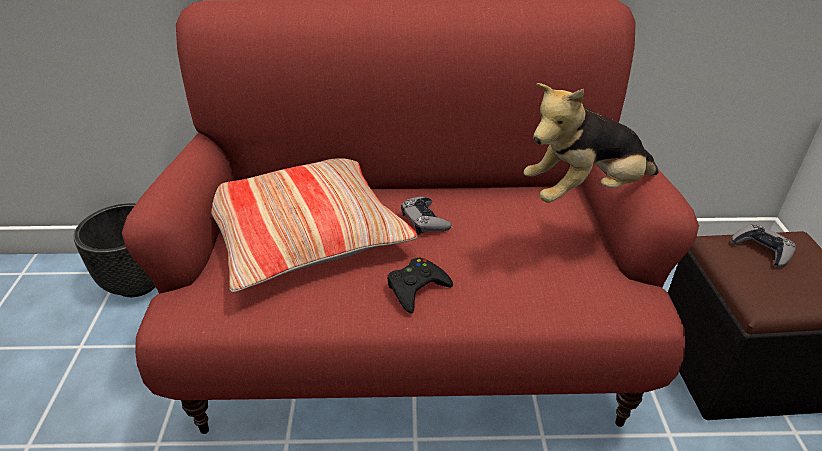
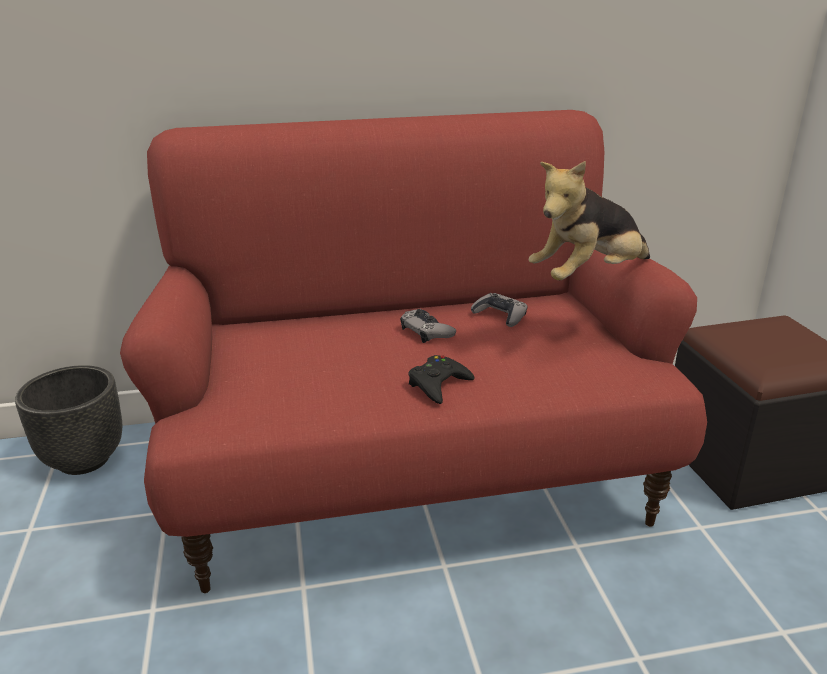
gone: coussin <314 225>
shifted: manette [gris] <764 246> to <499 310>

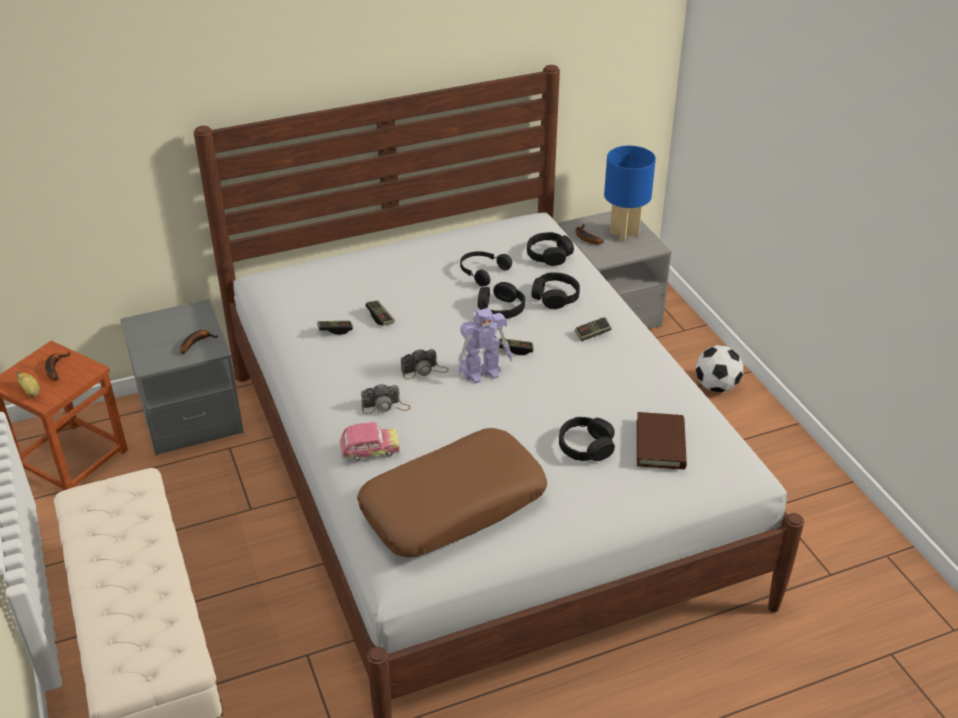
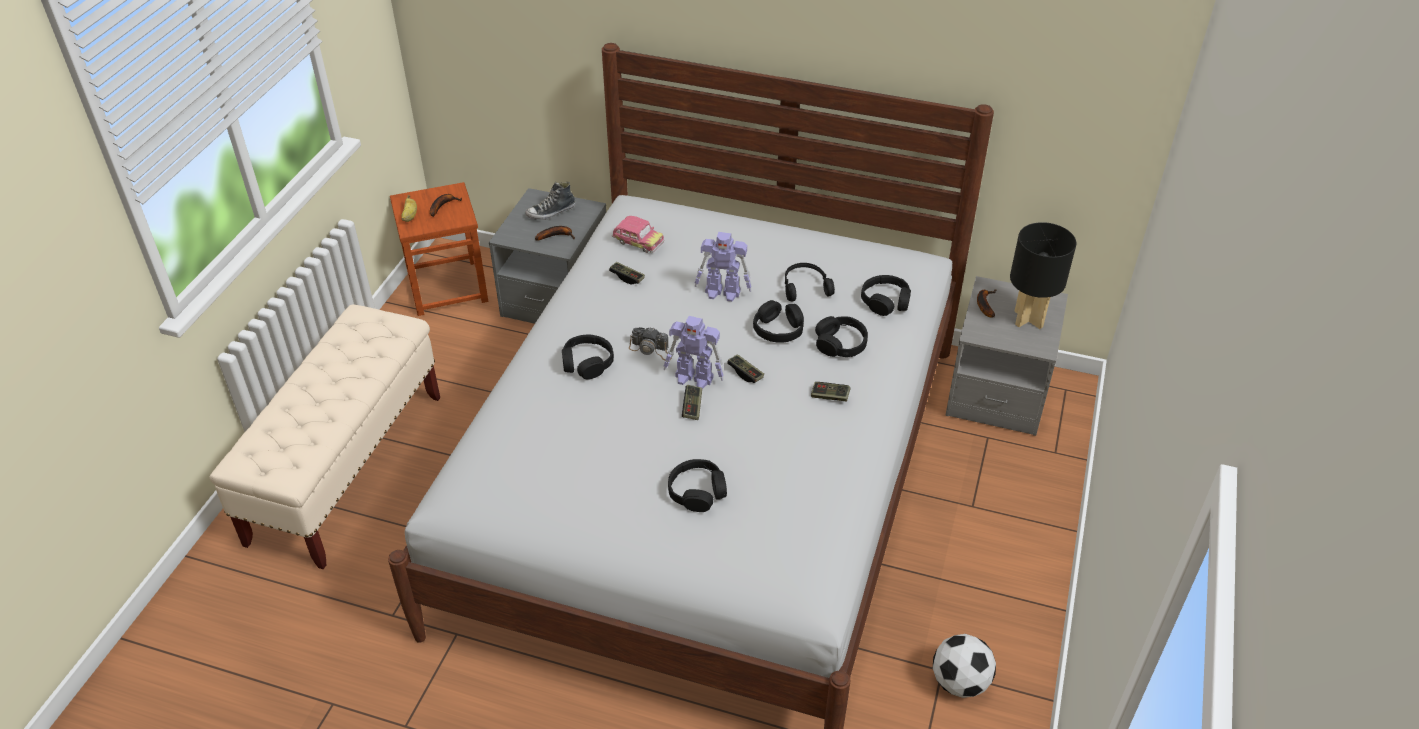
gone: coussin [marron] <452 492>; livre [marron] <662 440>
new: chaussure <550 201>; robot jouet <723 267>
shifted: petite voiture <370 441> to <638 234>; manette <380 313> to <692 402>; ballon de foot <719 369> to <964 666>
swapped: appareil photo <385 398> to casque audio [noir] <588 357>
repainted: lampe de table [bleu] <630 194> to lampe de table [noir] <1043 275>

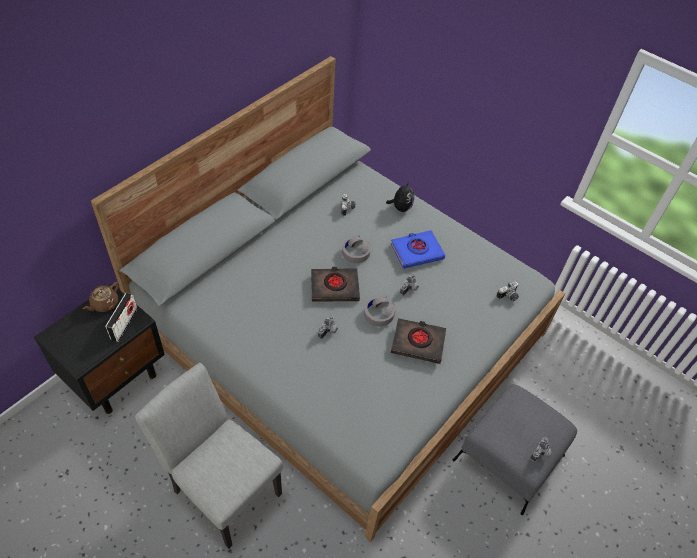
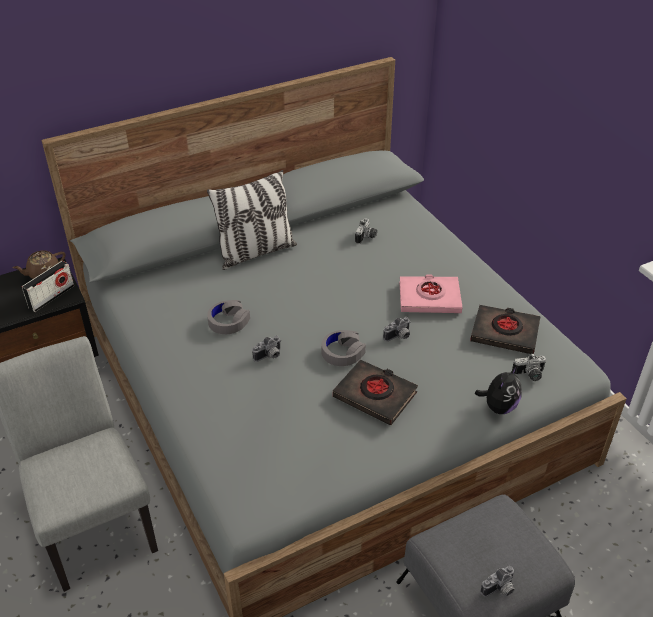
new: coussin <252 220>
shifted: livre [noir] <335 284> to <505 329>; casque audio [gris] <356 249> to <228 317>; peluche <400 196> to <498 390>
repainted: livre [bleu] <418 249> to livre [rose] <430 293>

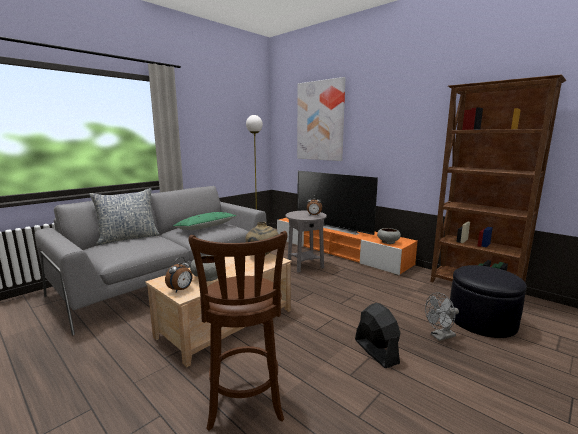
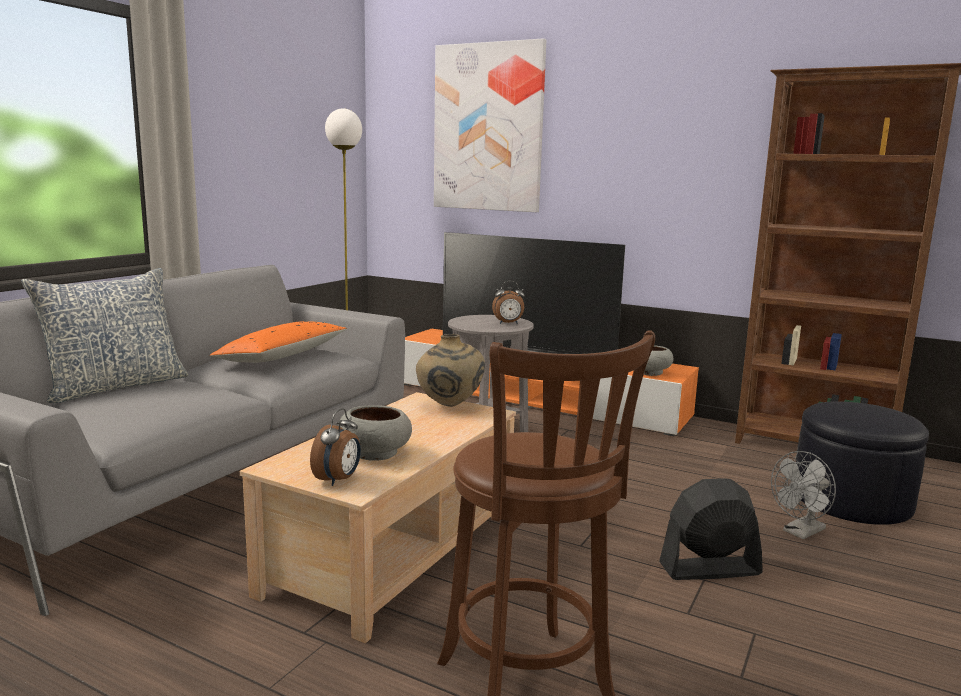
repainted: coussin [vert] <205 221> to coussin [orange] <278 342>
rotated: ventilateur [noir] <377 335> = <711 529> 60 degrees counterclockwise

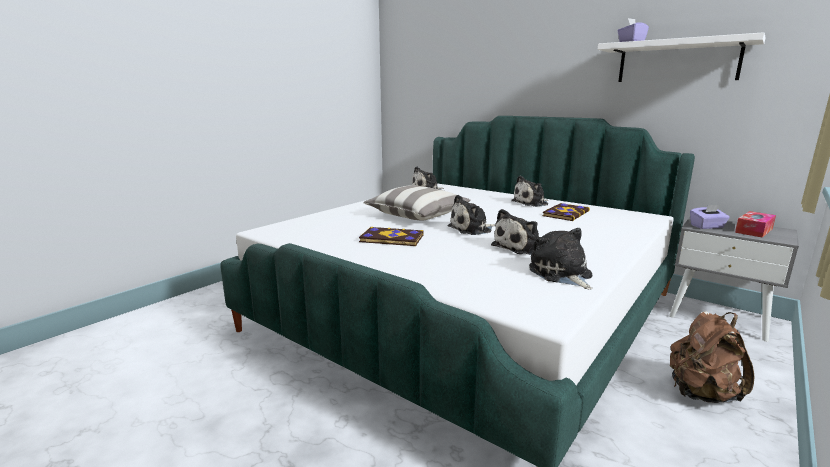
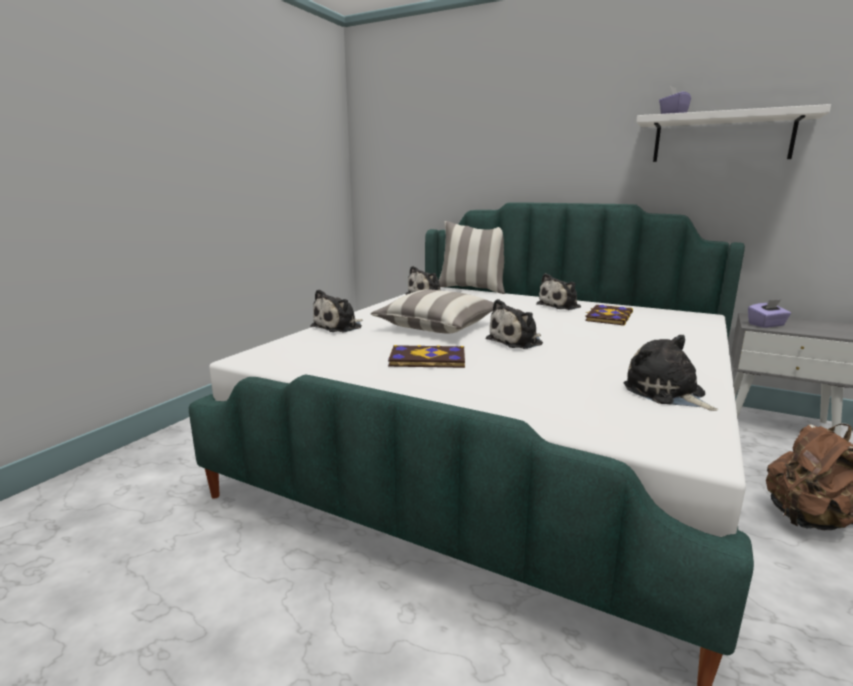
gone: boîte à mouchoirs <755 224>
new: coussin <472 257>
shifted: peluche <515 232> to <336 311>

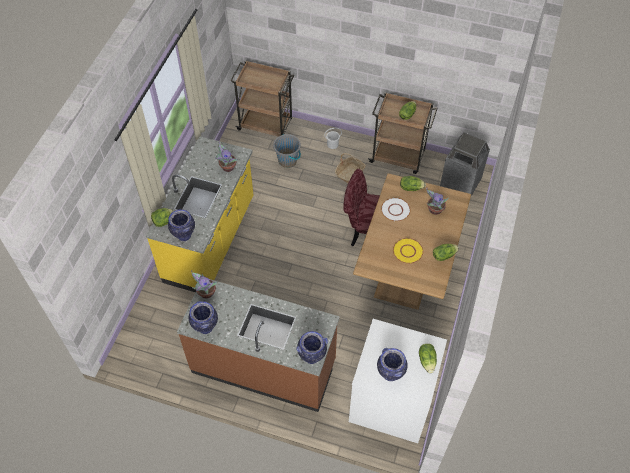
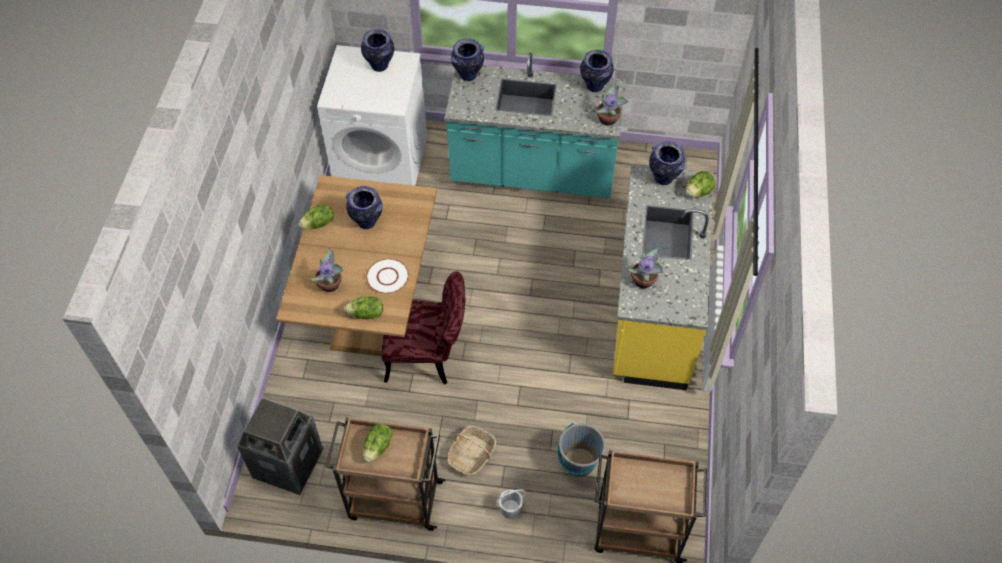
gone: laitue <428 358>
swapped: assiette [jaune] <408 251> to vase <364 207>
repainted: comptoir de cuisine [marron] <258 345> to comptoir de cuisine [turquoise] <535 125>

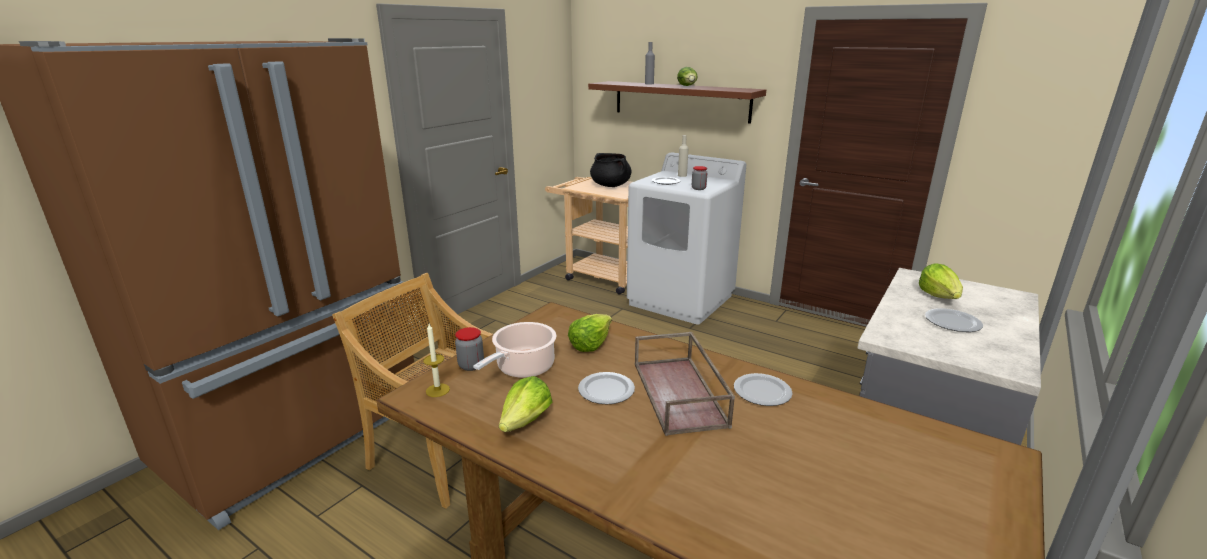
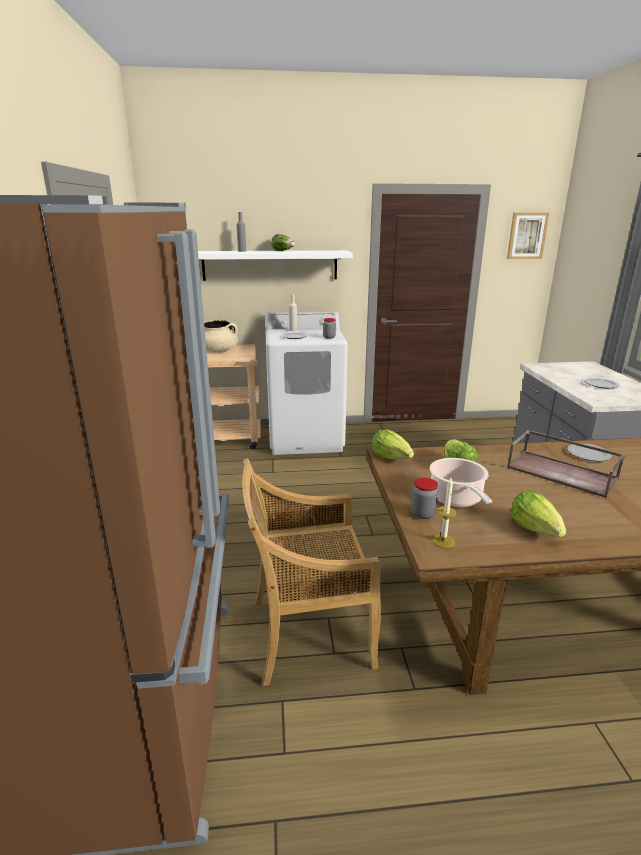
gone: assiette <606 388>
new: tableau <528 236>
shifted: laitue <941 281> to <393 444>
repainted: étagère [marron] <677 102> to étagère [blanc] <275 265>; marmite [noir] <611 170> to marmite [beige] <221 336>

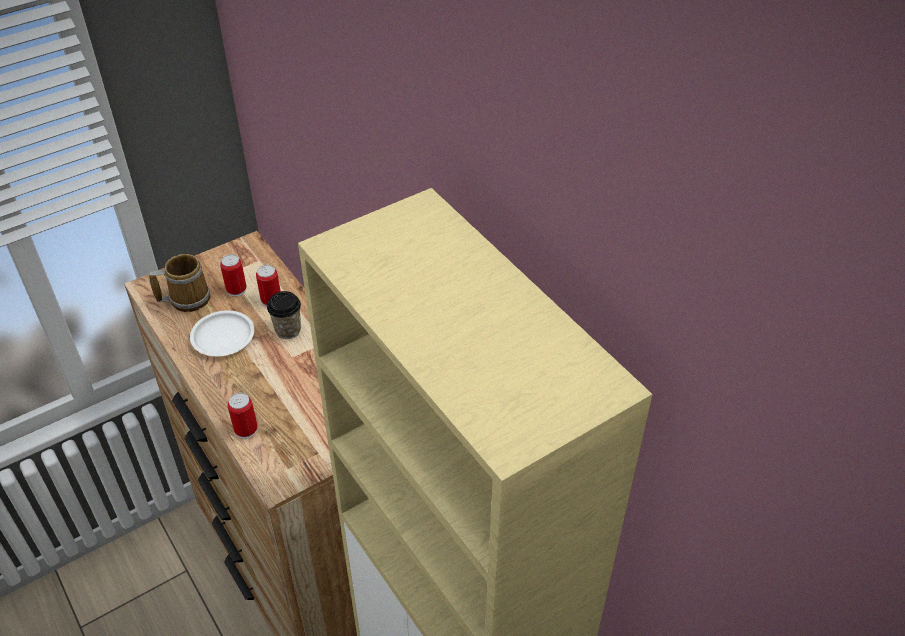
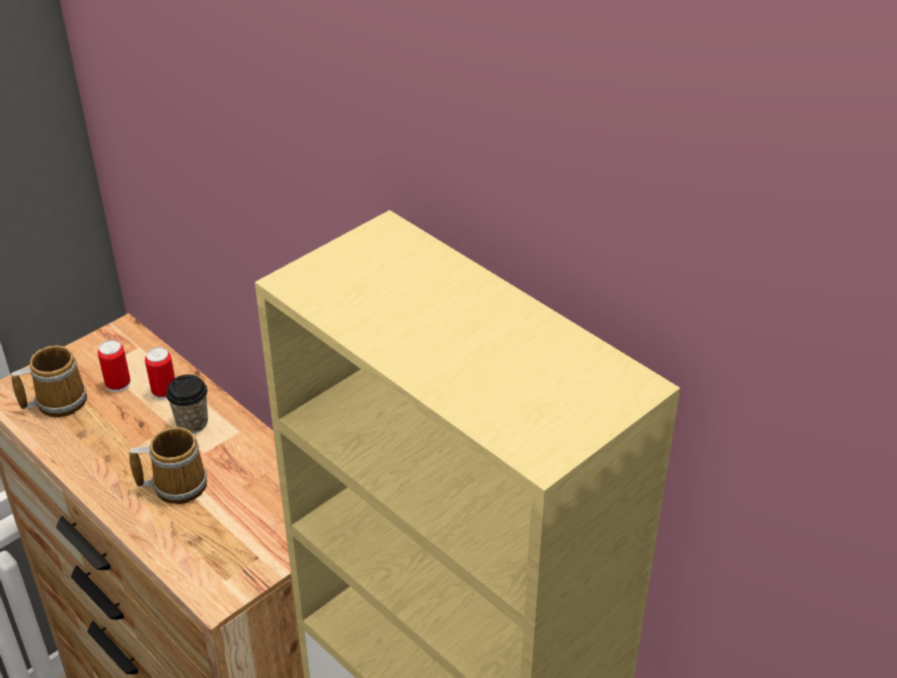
gone: assiette [blanc] <222 334>; boîte métallique <243 416>
new: mug <168 465>

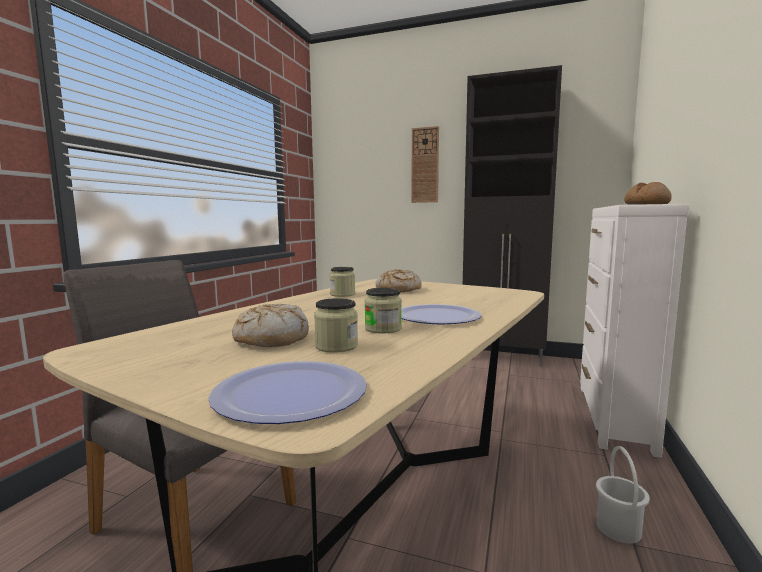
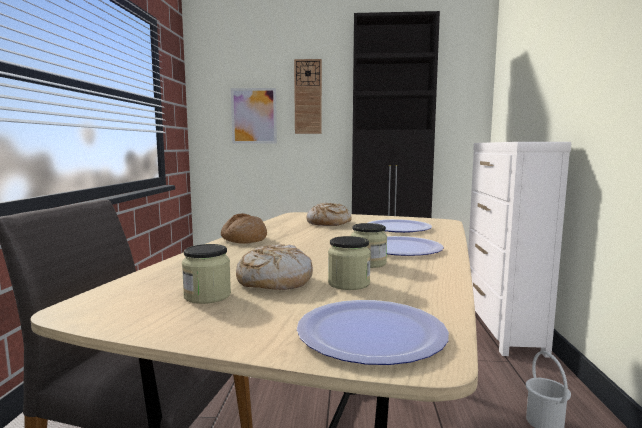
new: tableau <254 116>; assiette <400 226>
shifted: bocal <342 282> to <206 274>; pain <648 193> to <244 228>

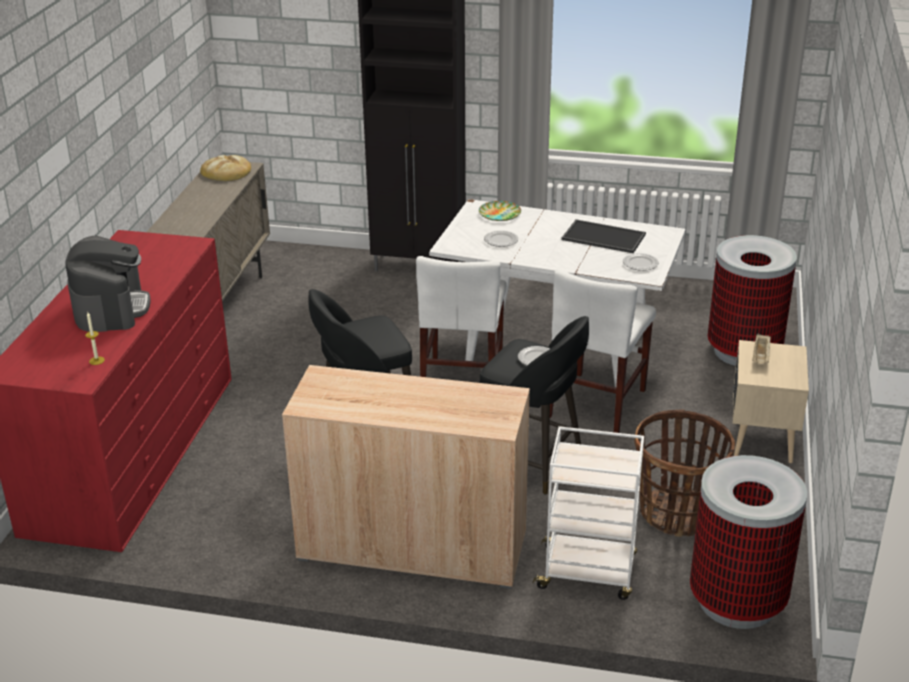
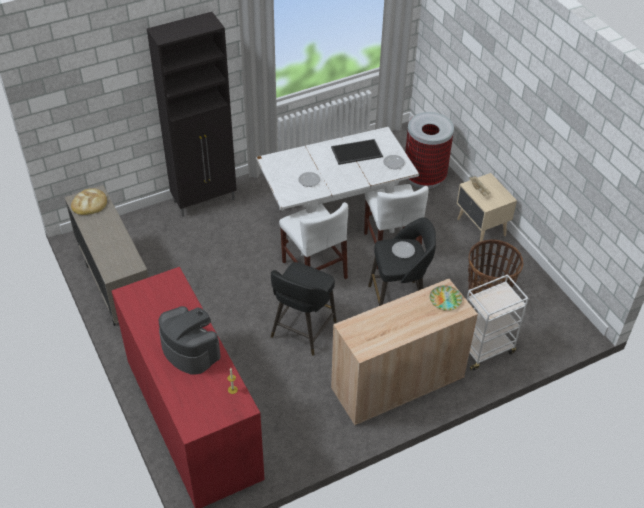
gone: poubelle <748 542>
shifted: assiette <500 211> to <446 298>

